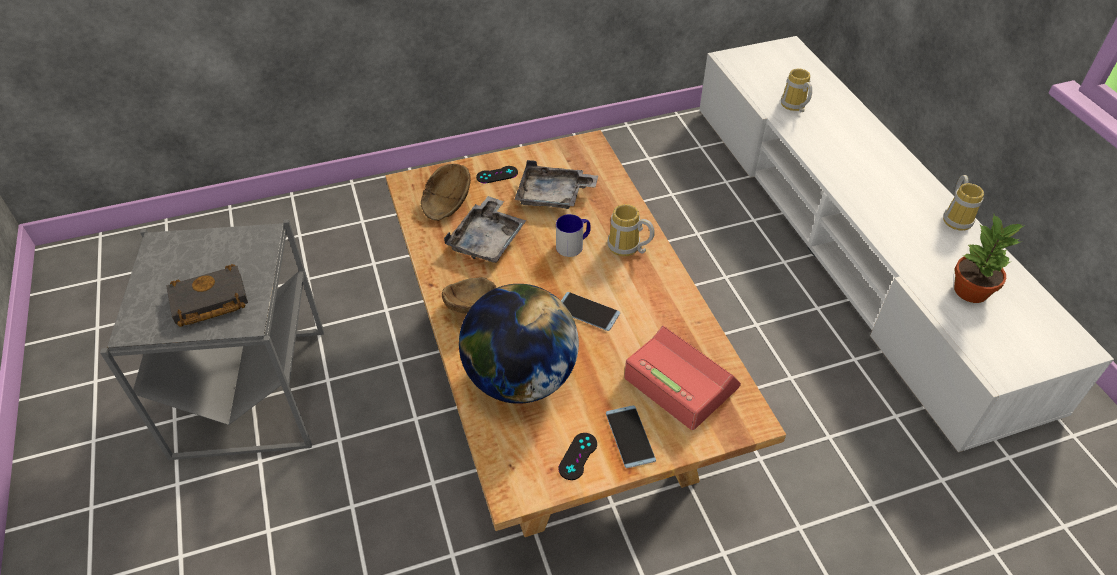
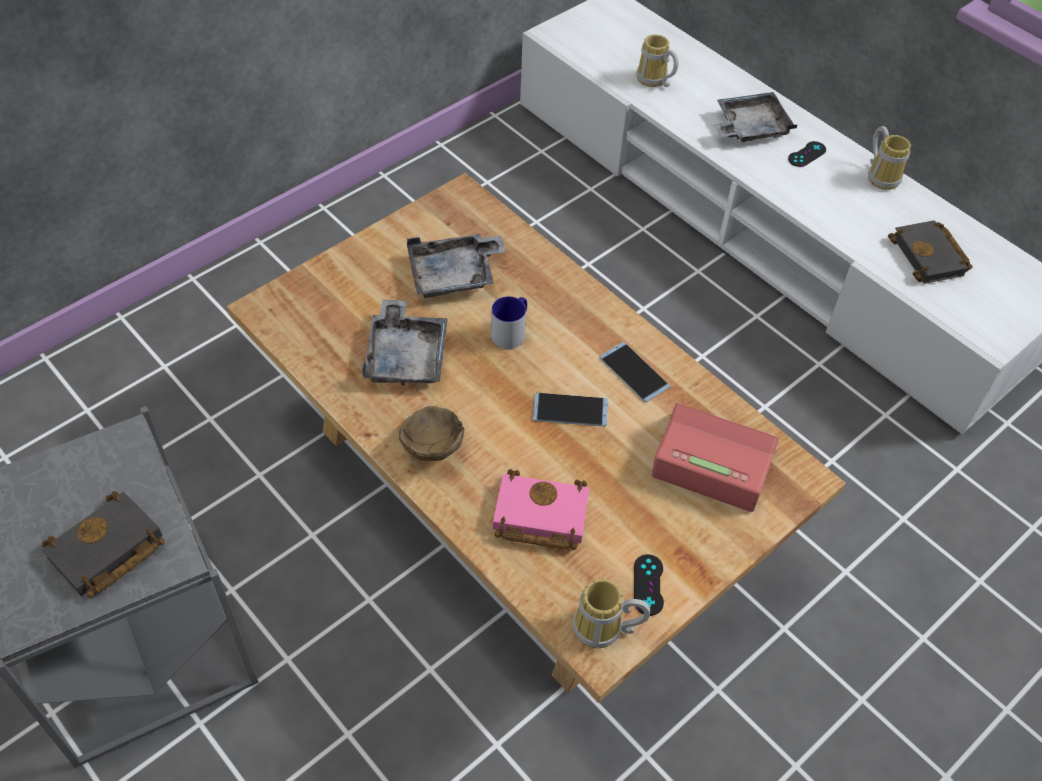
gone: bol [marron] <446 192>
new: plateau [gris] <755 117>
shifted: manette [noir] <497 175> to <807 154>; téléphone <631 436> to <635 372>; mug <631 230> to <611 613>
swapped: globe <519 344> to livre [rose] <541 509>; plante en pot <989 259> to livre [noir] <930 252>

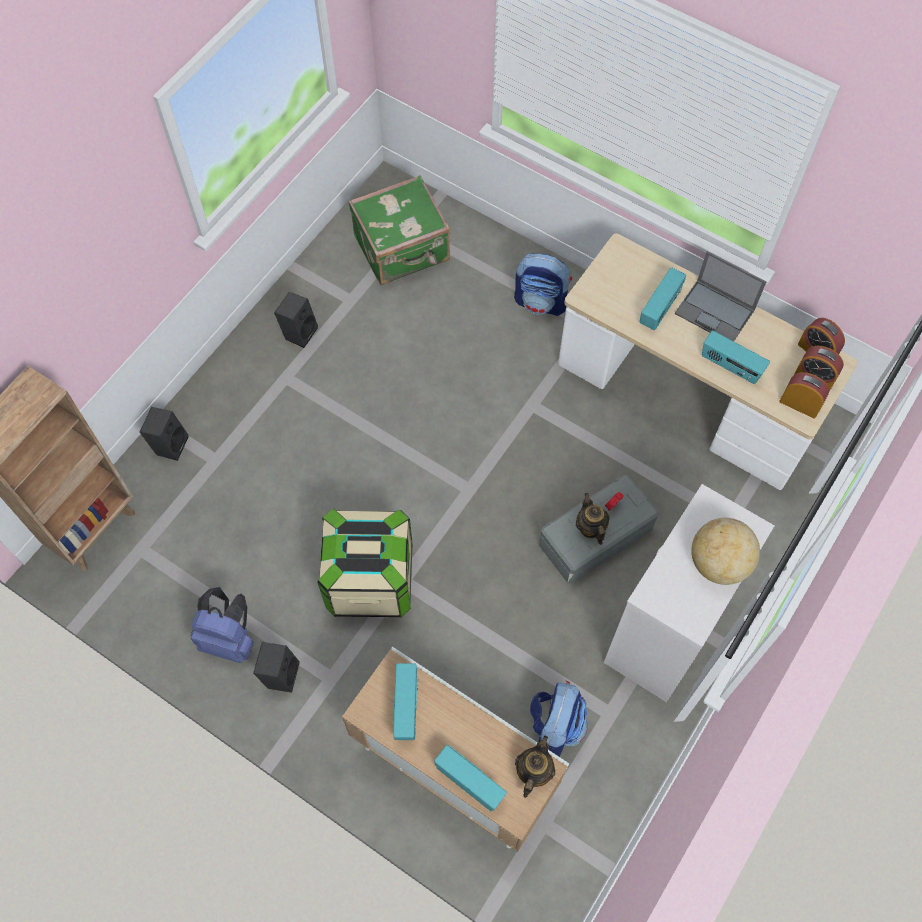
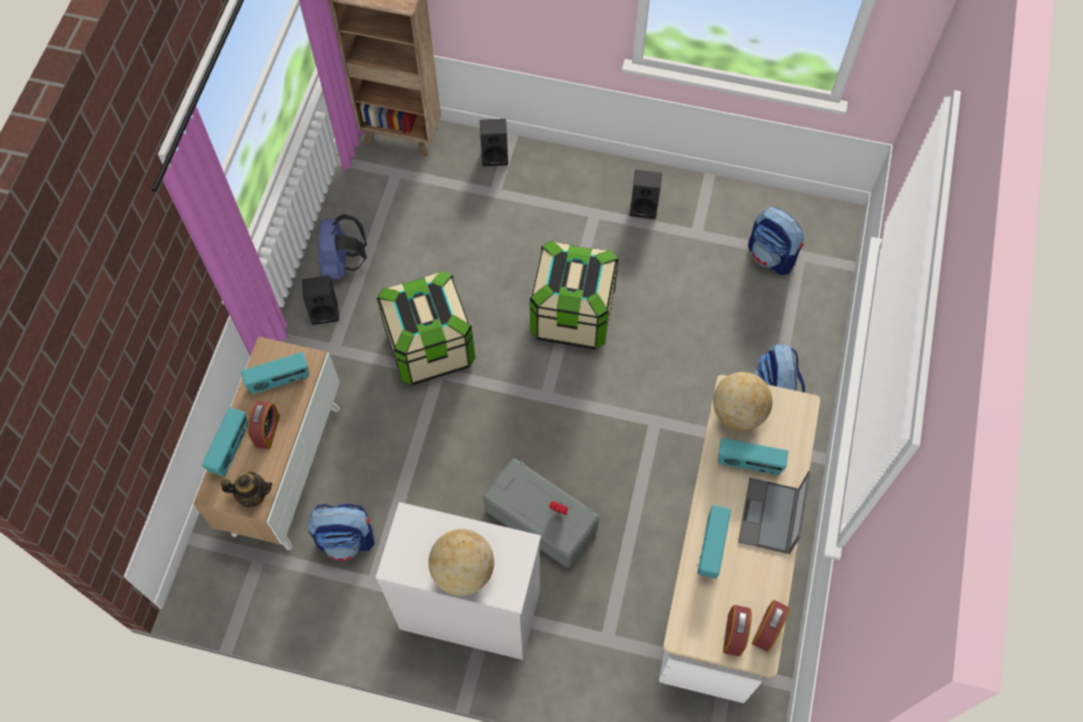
gone: théière <593 519>
new: boîte de rangement <574 295>; globe <742 401>
shifted: réveil <804 395> to <264 425>
swapped: valise [vert] <399 230> to sac à dos <776 241>

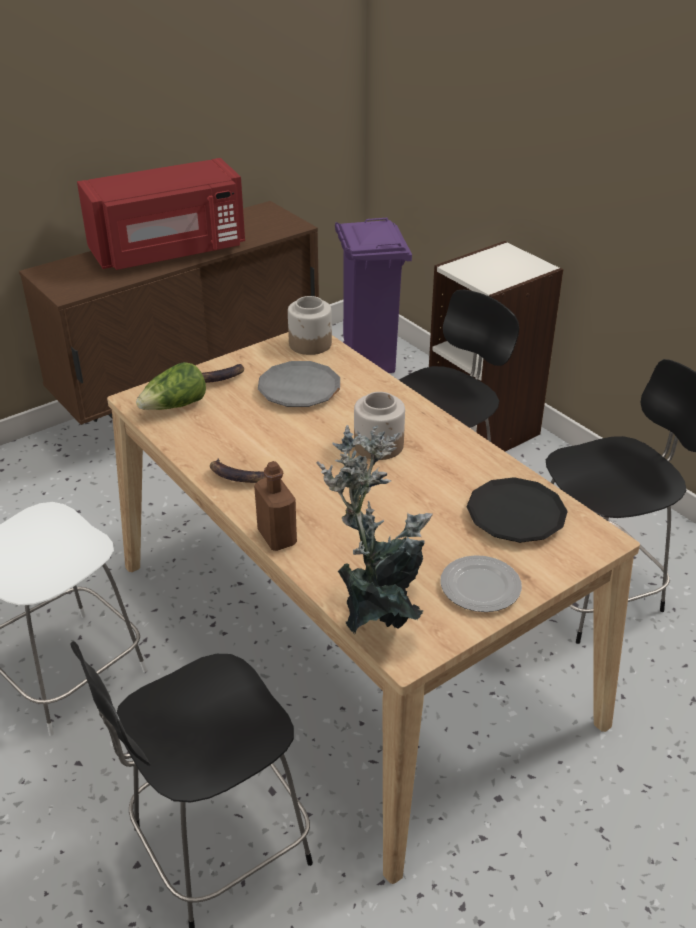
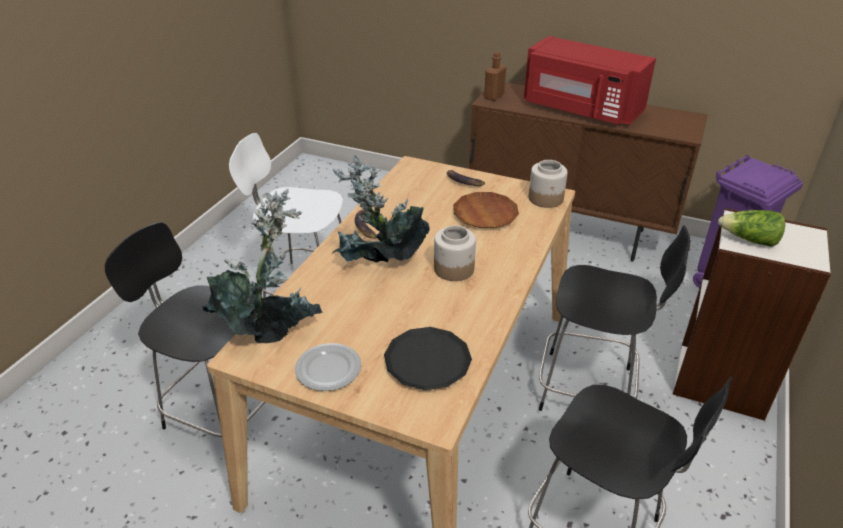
new: plante en pot <381 209>
shifted: laitue <171 386> to <751 228>; bouteille [marron] <275 506> to <495 76>
repainted: assiette [gris] <299 384> to assiette [marron] <486 210>

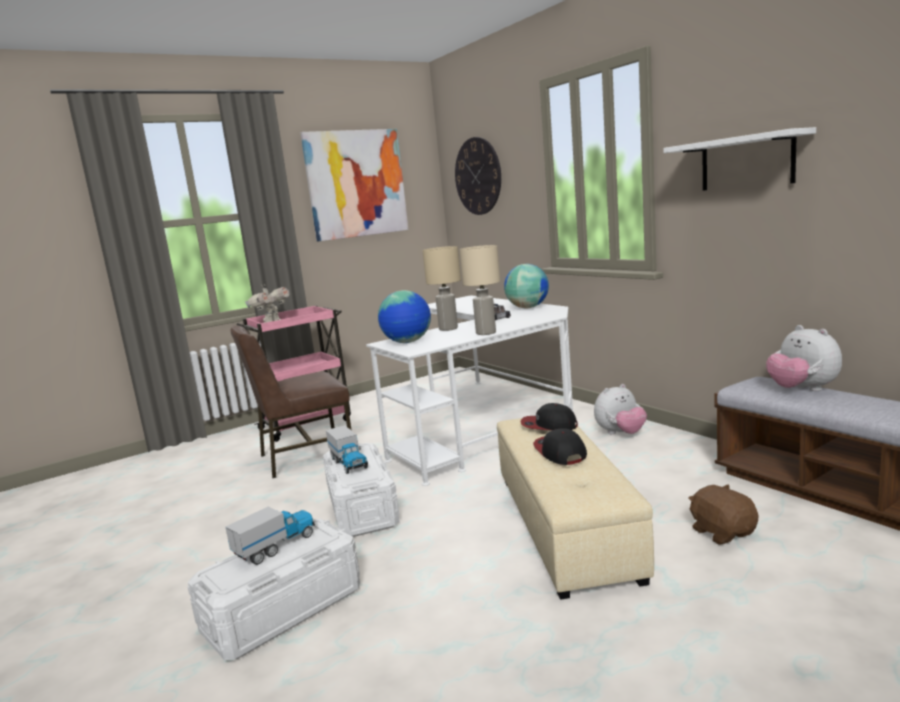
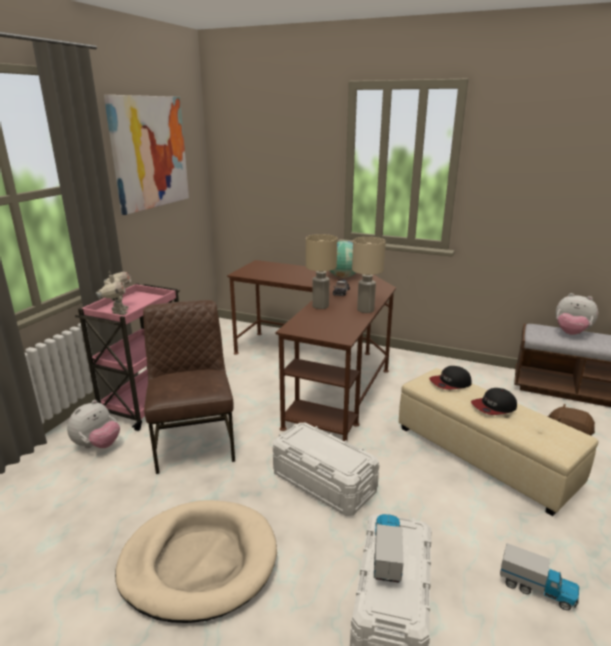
gone: globe <404 316>; horloge murale <478 176>; étagère [blanc] <739 159>
new: panier pour chien [beige] <196 561>
shifted: camion jouet <347 449> to <539 576>; peluche <620 409> to <93 424>
repainted: bureau [blanc] <470 390> to bureau [marron] <311 350>
rotated: chaise [marron] <291 402> = <189 387> 135 degrees clockwise; casquette <560 446> = <494 401> 60 degrees counterclockwise

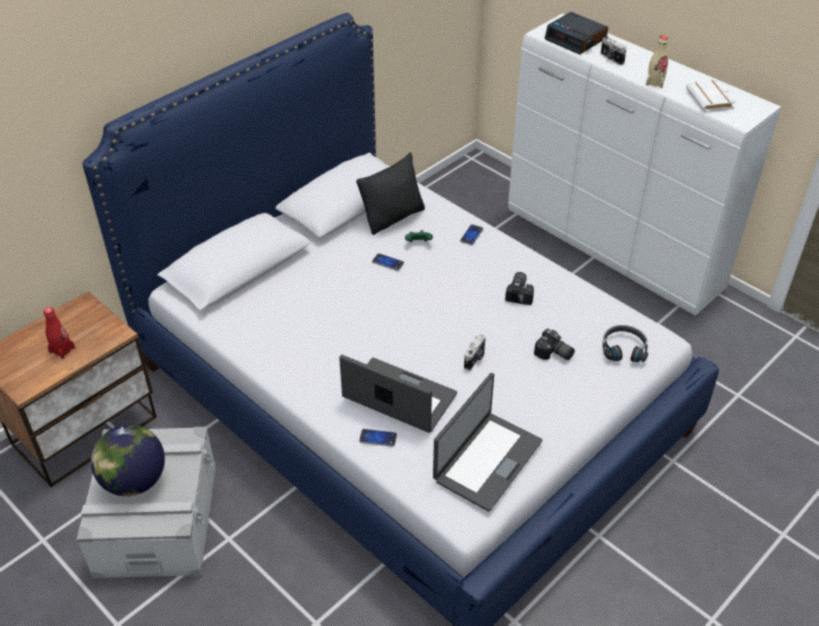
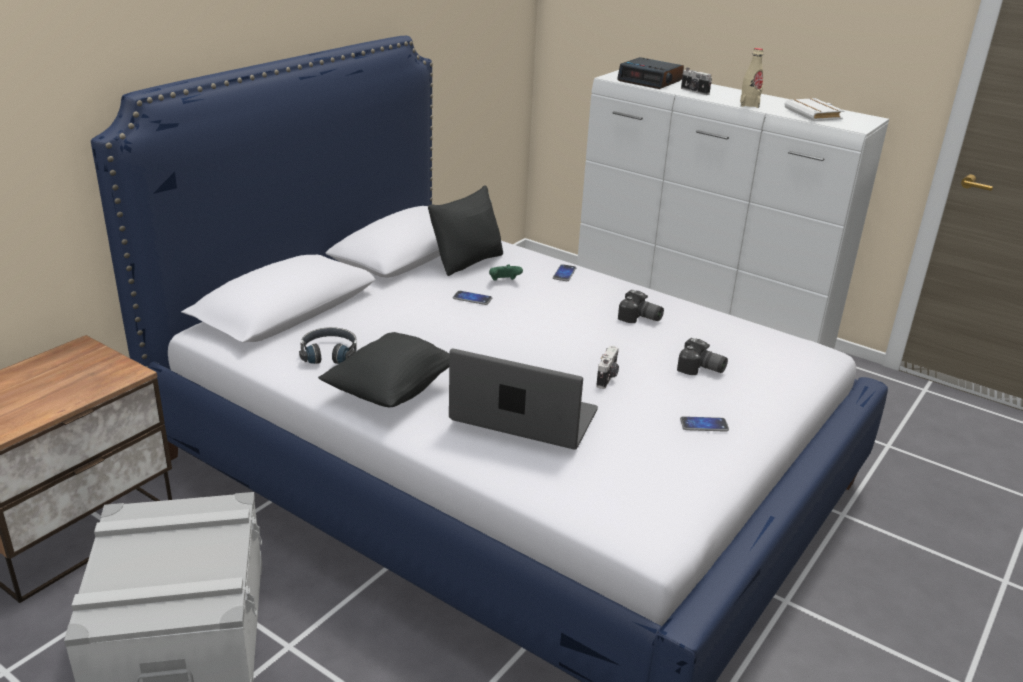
gone: bouteille [rouge] <59 333>; globe <128 460>; ordinateur portable <487 442>
new: coussin [noir] <383 369>
shifted: téléphone <378 438> to <704 424>; casque audio [noir] <625 343> to <328 345>
rotated: appareil photo <519 288> = <641 306> 120 degrees clockwise

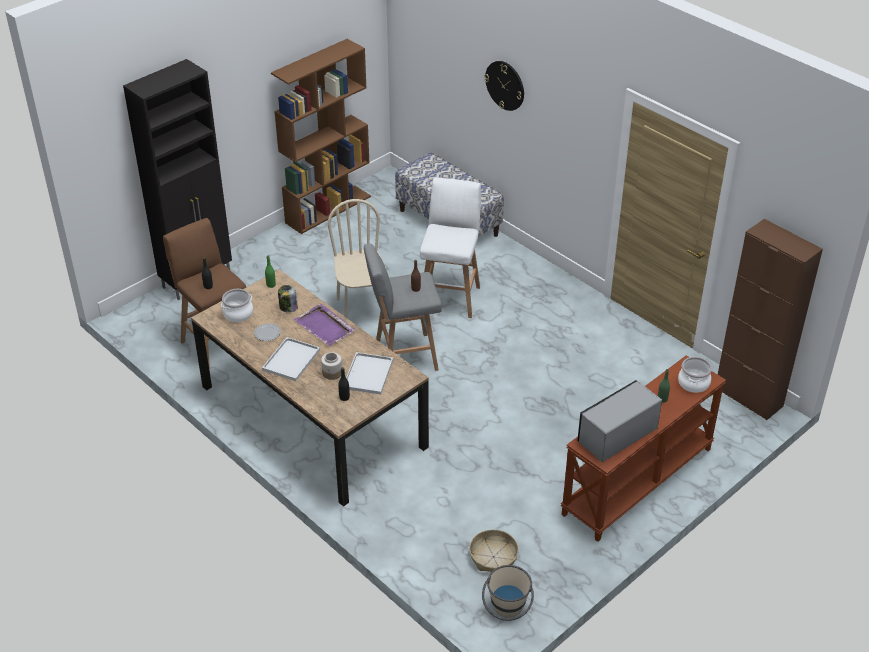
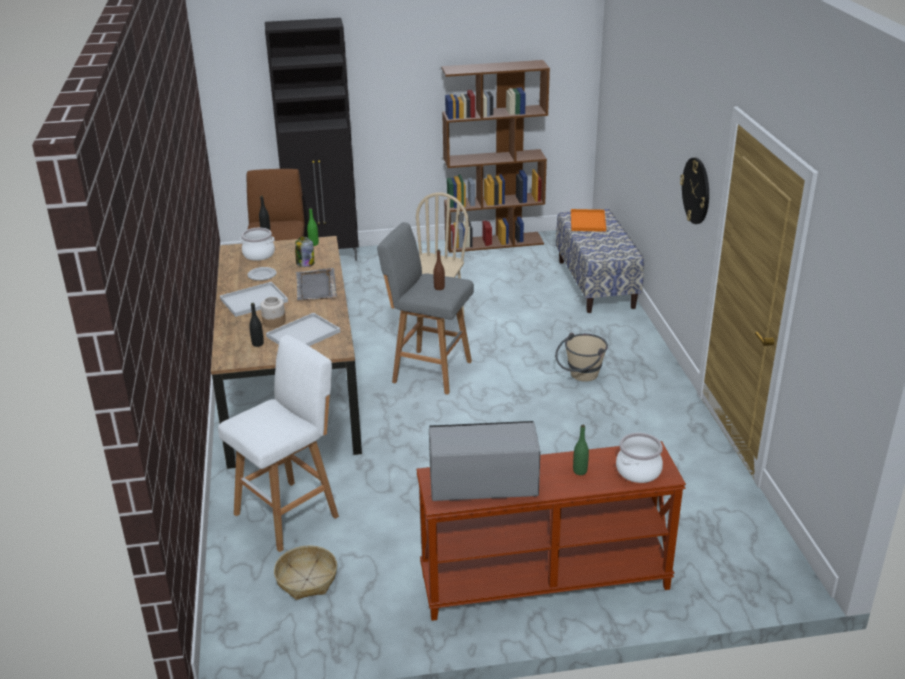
gone: meuble de rangement [marron] <770 320>
new: plateau [orange] <588 220>
shifted: tabouret [blanc] <450 248> to <278 443>; seau [beige] <508 593> to <581 357>; horloge murale <504 86> to <694 191>
repainted: plateau [violet] <325 325> to plateau [gris] <316 284>

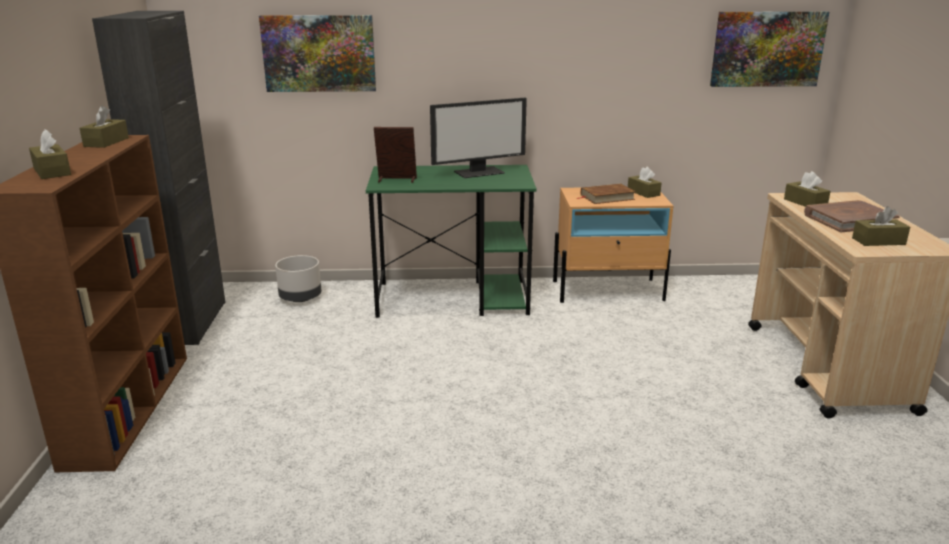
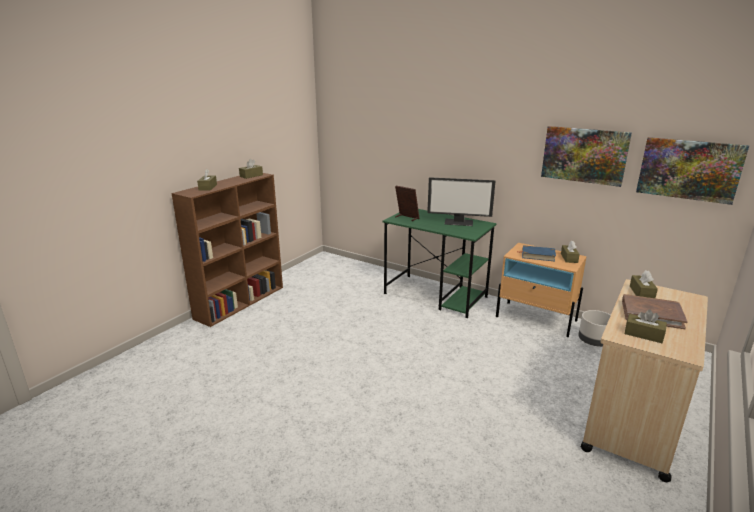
gone: meuble de rangement [noir] <158 178>
shifted: tableau <317 53> to <586 156>; cache-pot [gris] <298 278> to <594 328>
repainted: livre [marron] <606 194> to livre [bleu] <539 253>

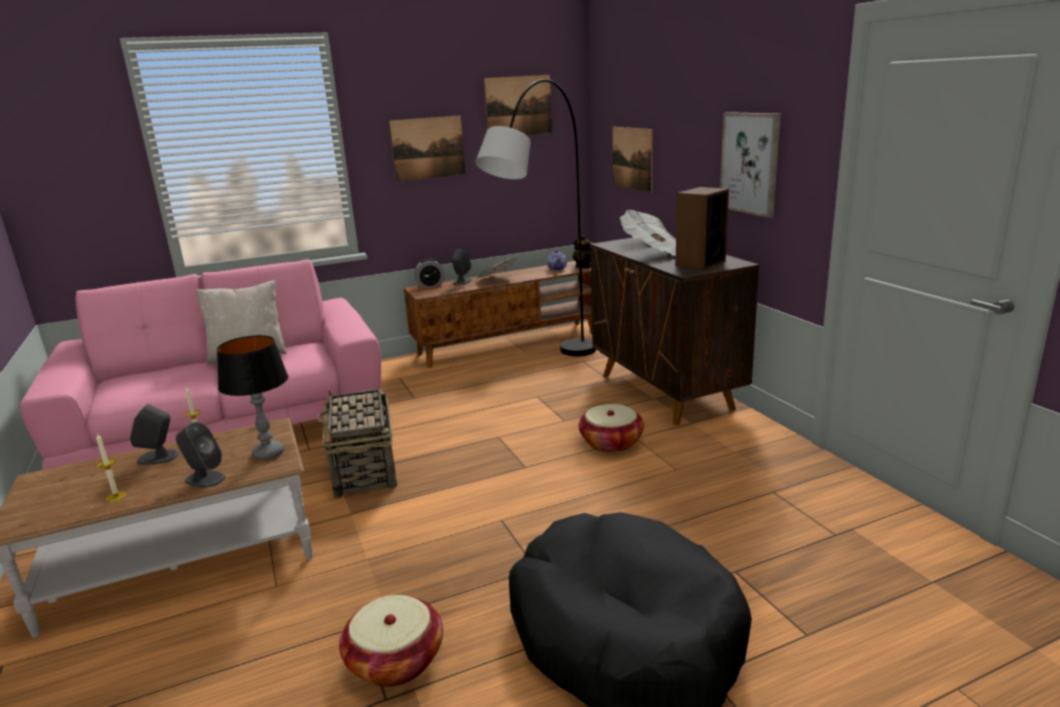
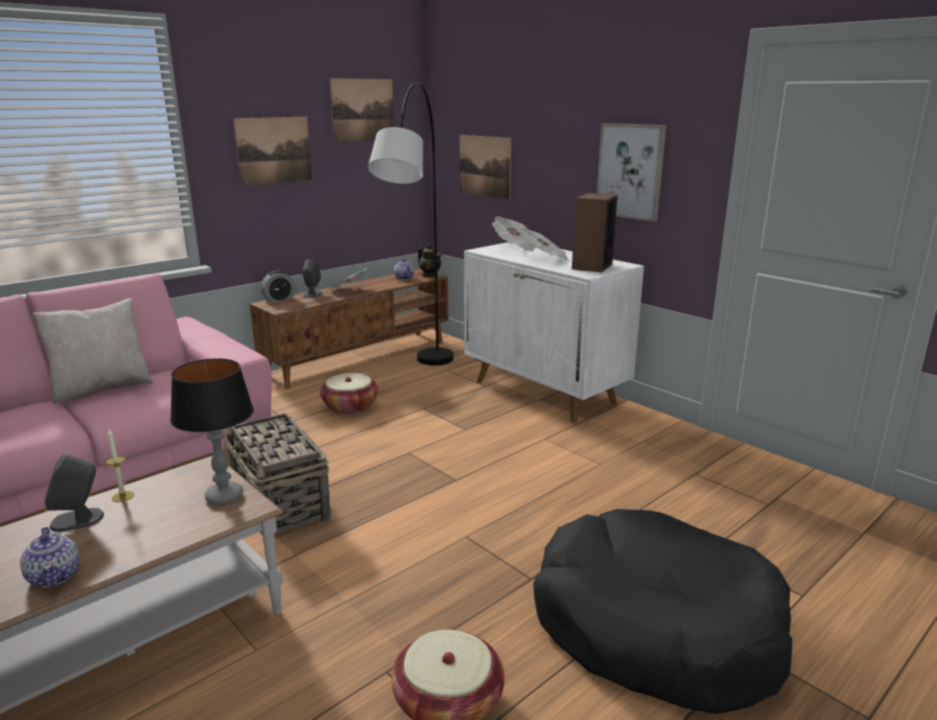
gone: enceinte [gris] <201 455>
shifted: panier <611 428> to <349 393>
swapped: bougie <111 468> to théière <50 557>
repainted: meuble de rangement [marron] <674 331> to meuble de rangement [blanc] <554 332>

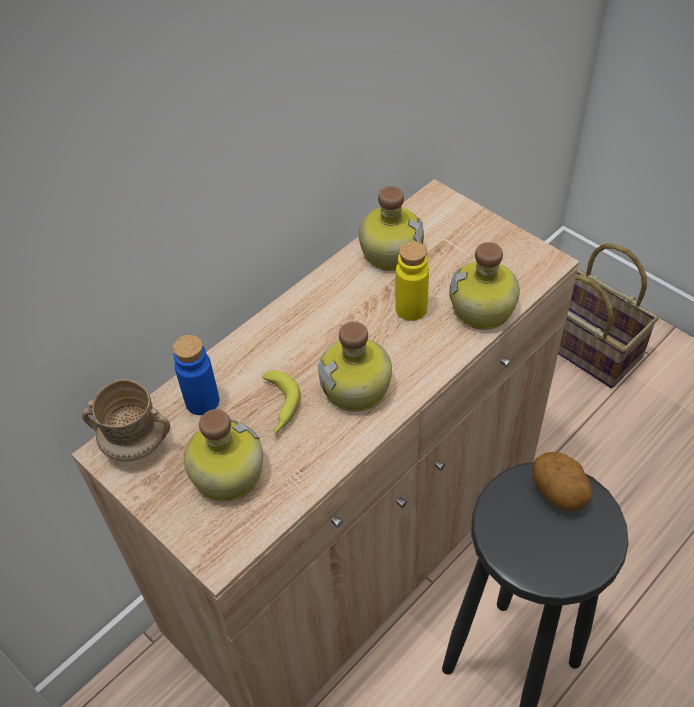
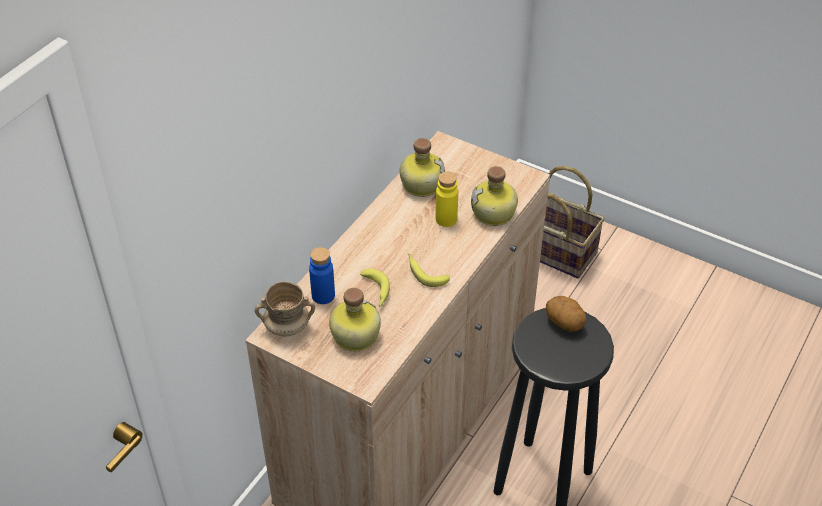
swapped: bouteille <354 366> to banane <429 270>

